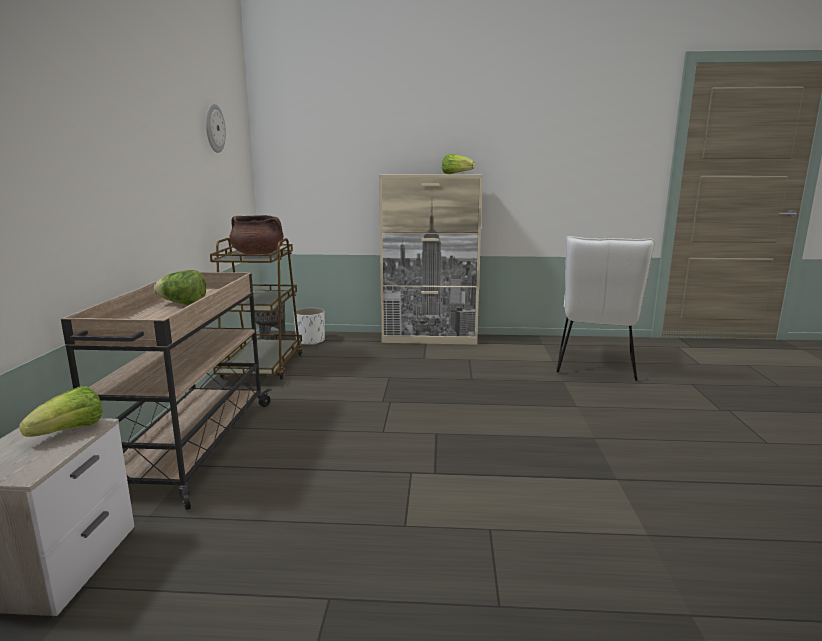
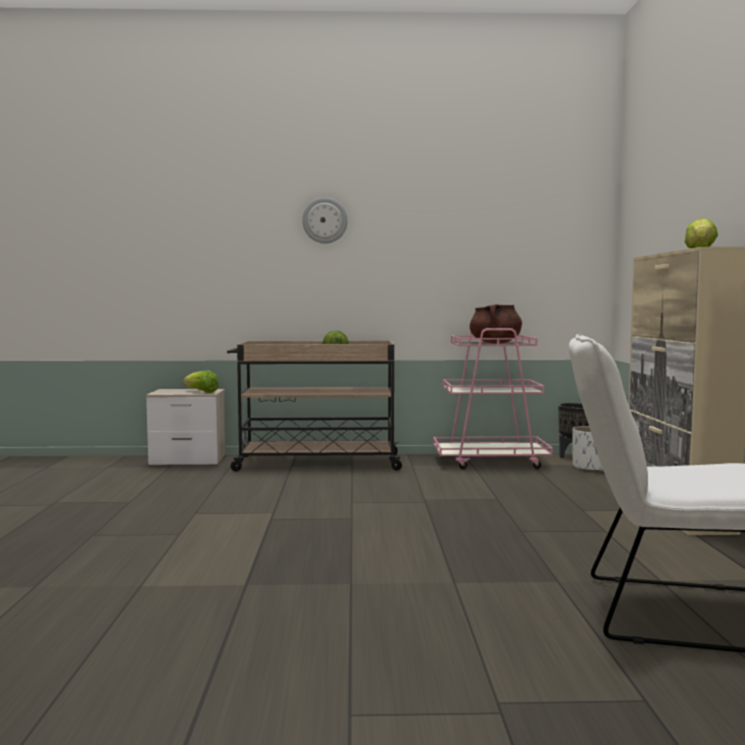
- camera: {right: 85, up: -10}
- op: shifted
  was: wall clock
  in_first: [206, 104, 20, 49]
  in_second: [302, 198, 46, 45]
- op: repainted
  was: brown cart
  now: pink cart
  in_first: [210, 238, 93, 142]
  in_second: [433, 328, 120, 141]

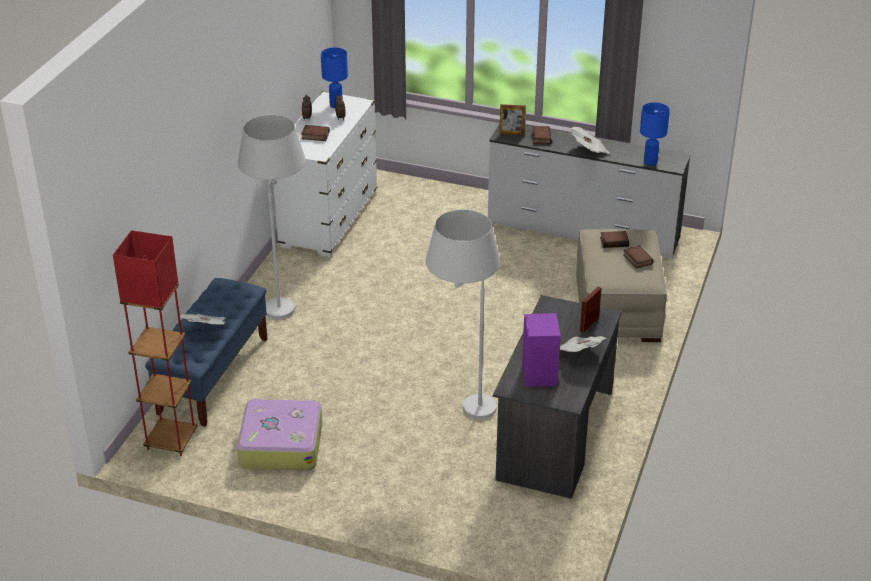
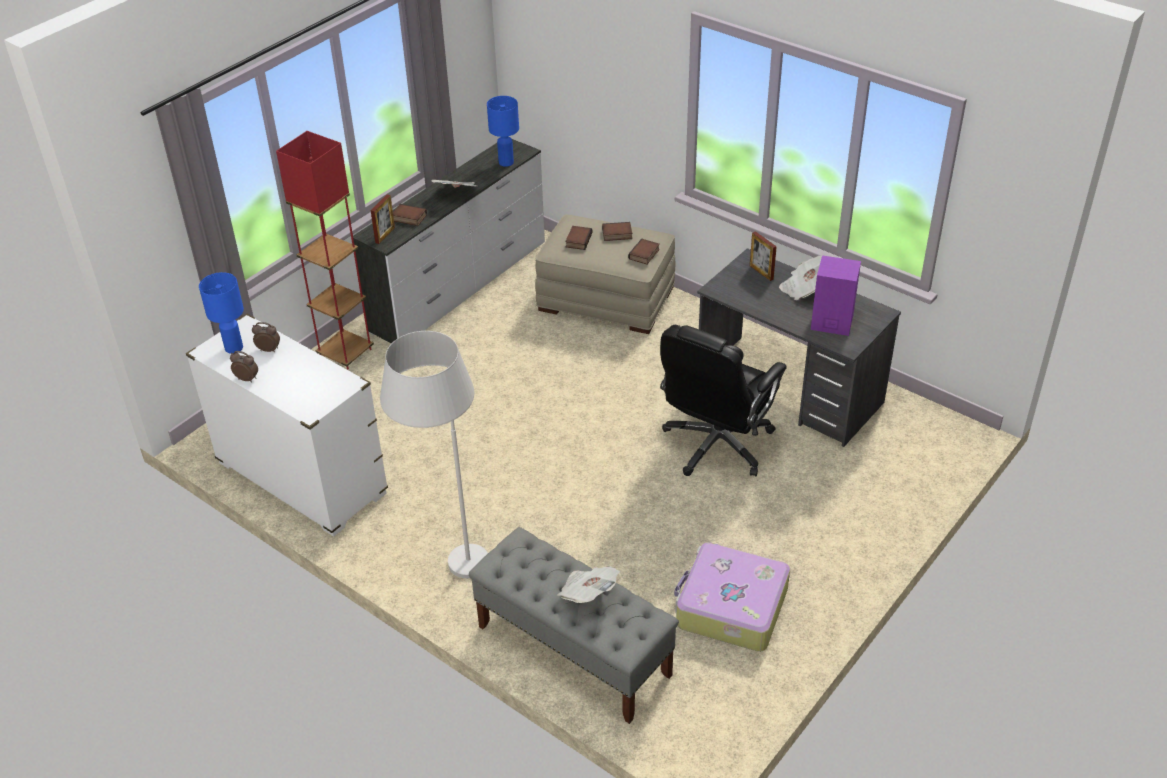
- camera: {right: -70, up: 5}
- op: shifted
  was: red floor lamp
  in_first: [113, 230, 84, 226]
  in_second: [276, 131, 98, 239]
- op: shifted
  was: book
  in_first: [301, 125, 29, 16]
  in_second: [628, 239, 32, 26]
- op: swapped
  was: white floor lamp
  now: black office chair
  in_first: [426, 210, 74, 209]
  in_second: [660, 325, 127, 151]
- op: repainted
  was: blue bench
  now: grey bench
  in_first: [145, 278, 122, 149]
  in_second: [469, 527, 210, 197]

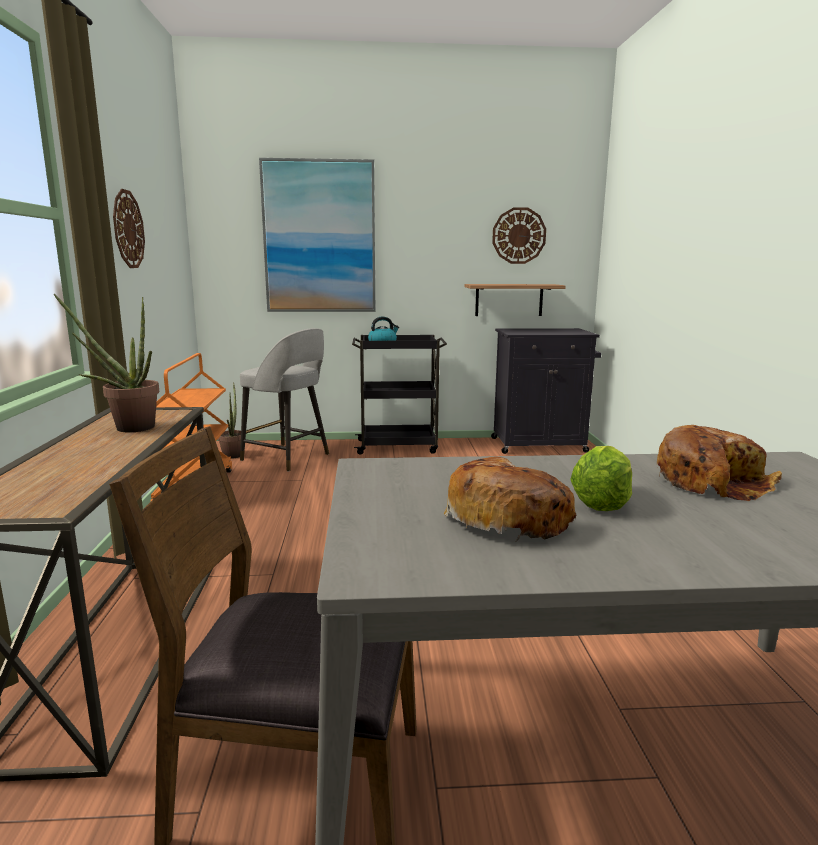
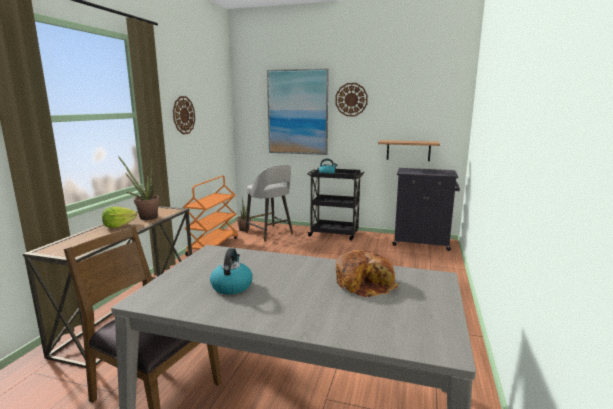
- camera: {right: 20, up: 0}
- op: shifted
  was: wall clock
  in_first: [492, 207, 54, 57]
  in_second: [335, 83, 33, 33]
- op: shifted
  was: lettuce
  in_first: [570, 446, 62, 65]
  in_second: [102, 206, 35, 22]
- op: swapped
  was: bread
  now: kettle
  in_first: [443, 457, 134, 84]
  in_second: [210, 248, 43, 47]

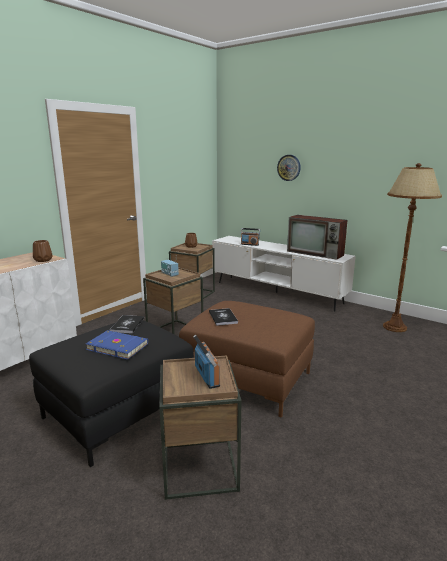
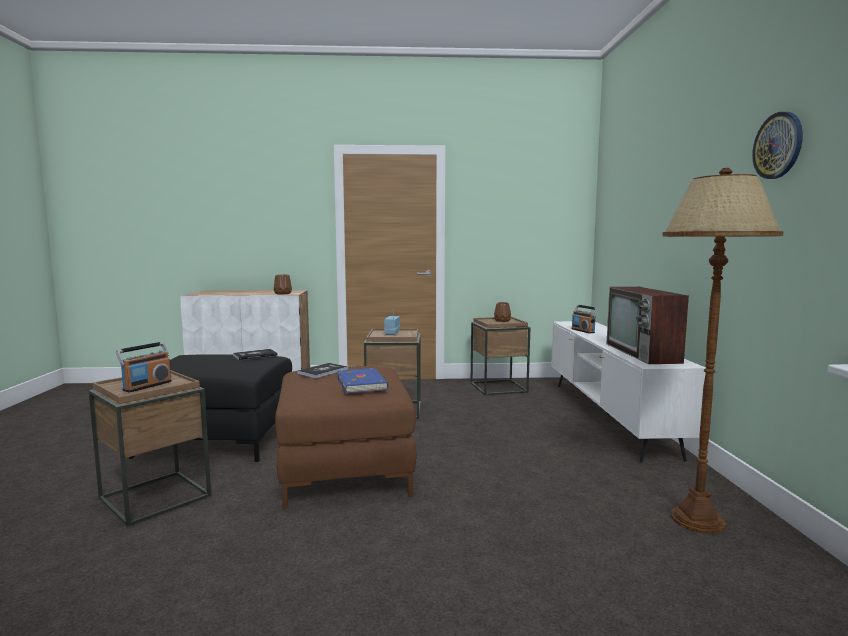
- camera: {right: 50, up: -10}
- op: shifted
  was: blue book
  in_first: [86, 330, 62, 30]
  in_second: [337, 368, 52, 25]
- op: shifted
  was: wall clock
  in_first: [277, 155, 24, 26]
  in_second: [752, 112, 51, 67]

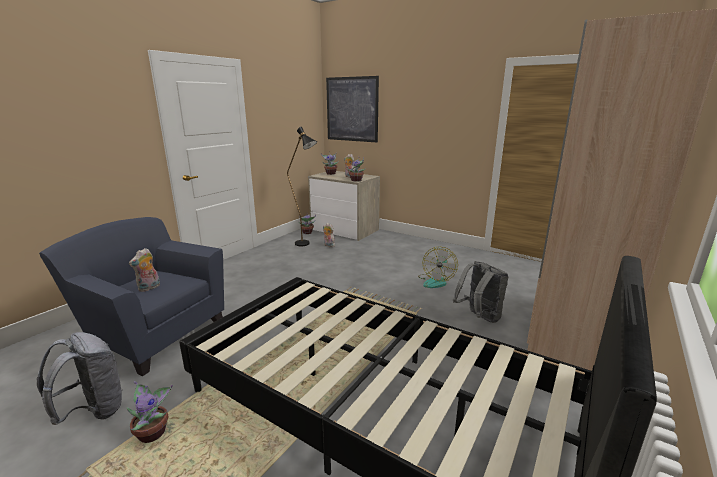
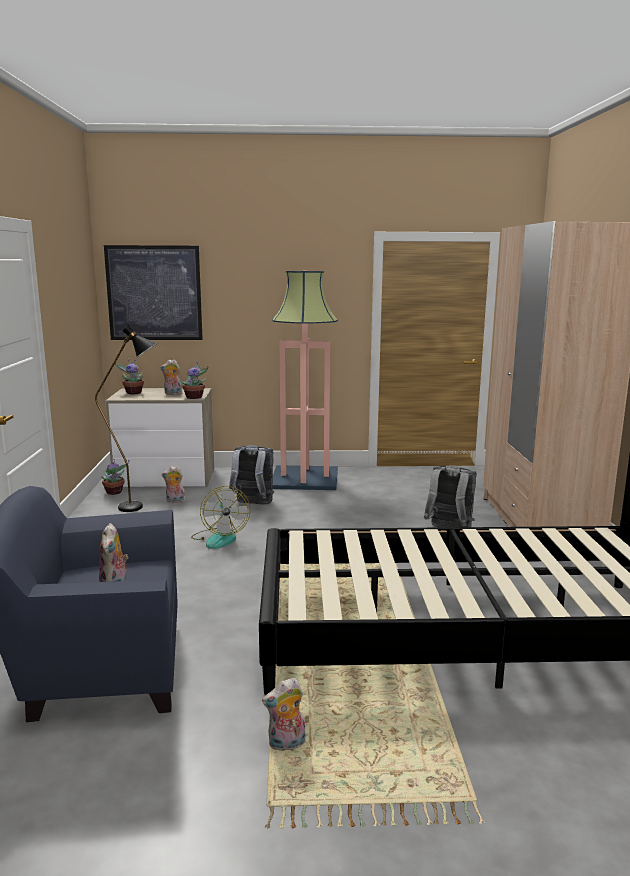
- camera: {right: -35, up: -5}
- op: new
  now: floor lamp
  in_second: [272, 270, 66, 220]
- op: shifted
  was: grey backpack
  in_first: [37, 332, 86, 93]
  in_second: [229, 445, 45, 60]
- op: shifted
  was: fan
  in_first: [418, 247, 40, 41]
  in_second: [191, 486, 59, 63]
- op: swapped
  was: potted plant
  now: plush toy
  in_first: [126, 381, 47, 62]
  in_second: [262, 678, 44, 73]

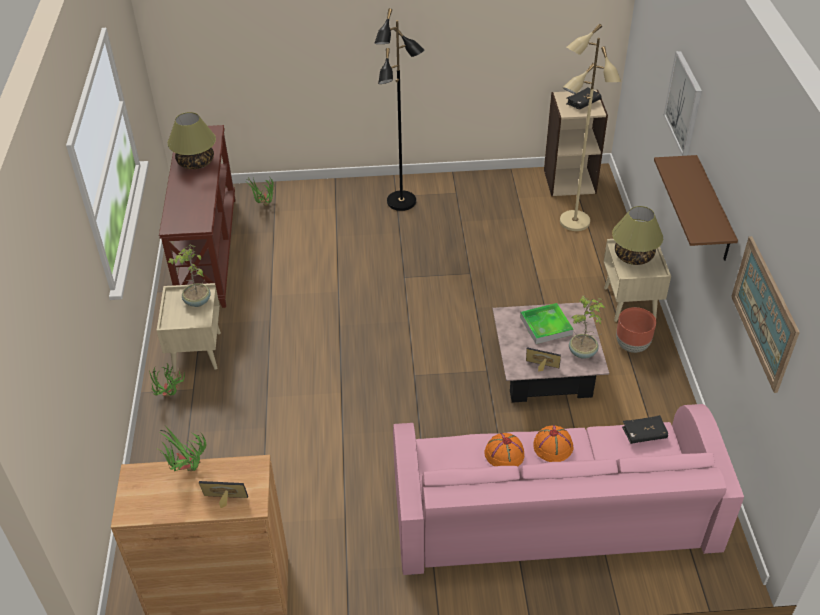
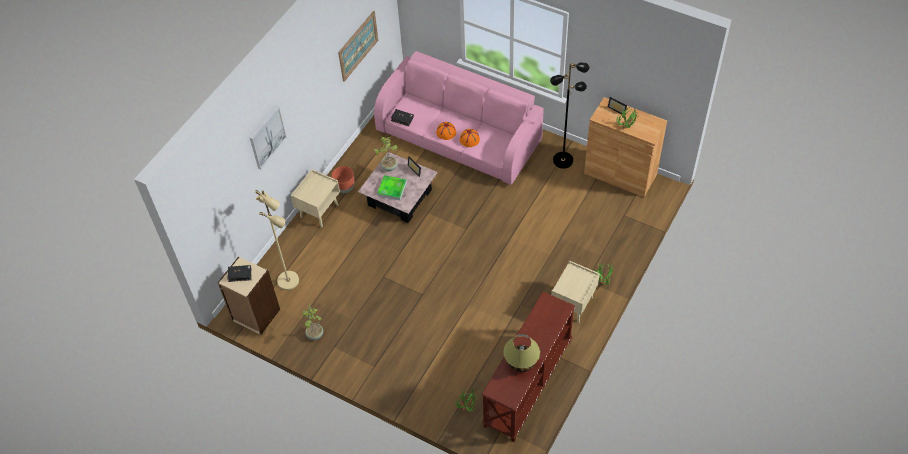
- camera: {right: -145, up: 10}
- op: gone
  was: table lamp
  in_first: [612, 206, 51, 59]
- op: gone
  was: brown shelf
  in_first: [654, 155, 84, 106]
- op: shifted
  was: potted plant
  in_first: [168, 244, 42, 63]
  in_second: [303, 304, 20, 36]
- op: shifted
  was: black floor lamp
  in_first: [374, 8, 50, 203]
  in_second: [550, 63, 39, 106]

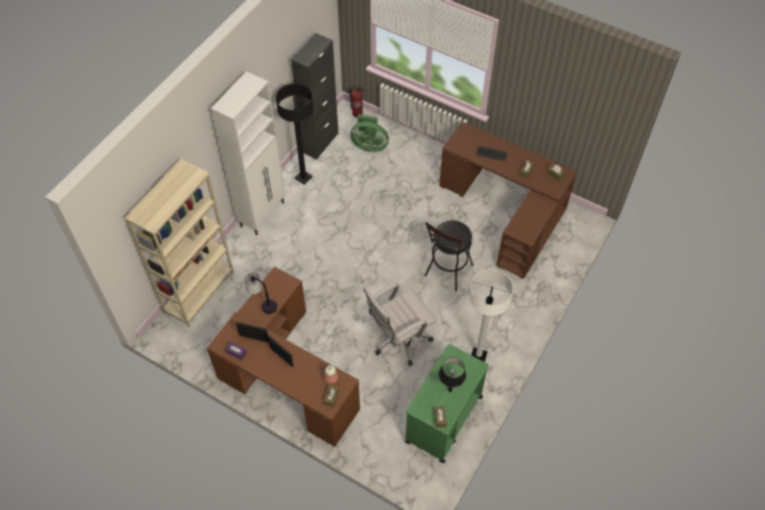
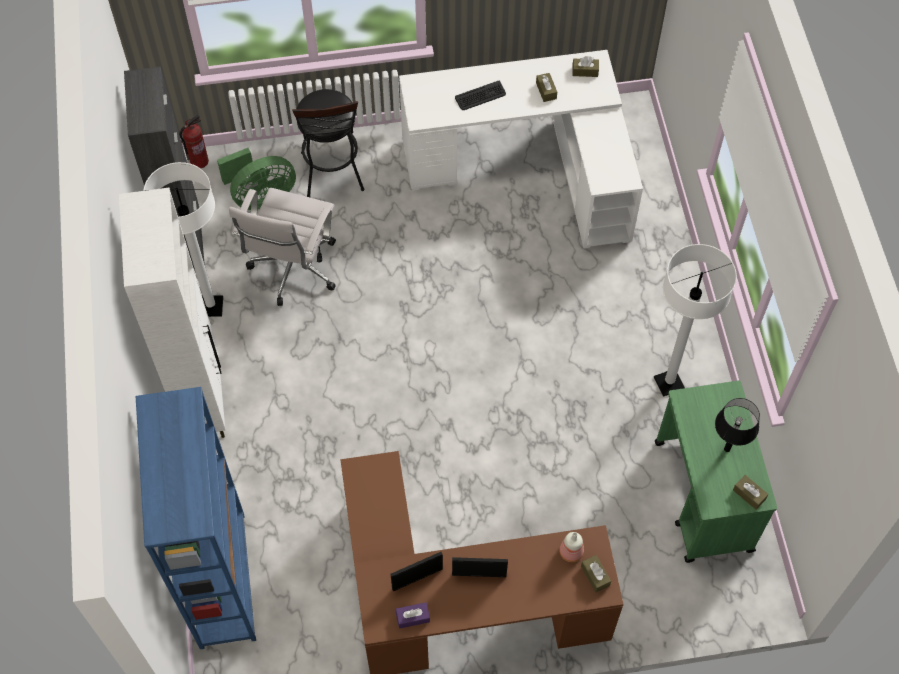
- camera: {right: -40, up: 5}
- op: gone
  was: table lamp
  in_first: [245, 273, 32, 41]
- op: shifted
  was: white office chair
  in_first: [363, 283, 74, 83]
  in_second: [229, 188, 107, 118]
- op: shifted
  was: black stool
  in_first: [425, 221, 48, 70]
  in_second: [292, 89, 72, 108]
- op: repainted
  was: beige bookcase
  now: blue bookcase
  in_first: [125, 159, 109, 168]
  in_second: [136, 387, 120, 262]
- op: repainted
  was: black floor lamp
  now: white floor lamp
  in_first: [276, 83, 38, 101]
  in_second: [143, 162, 80, 155]
- op: repainted
  was: brown desk
  now: white desk
  in_first: [439, 122, 138, 157]
  in_second: [399, 50, 244, 198]

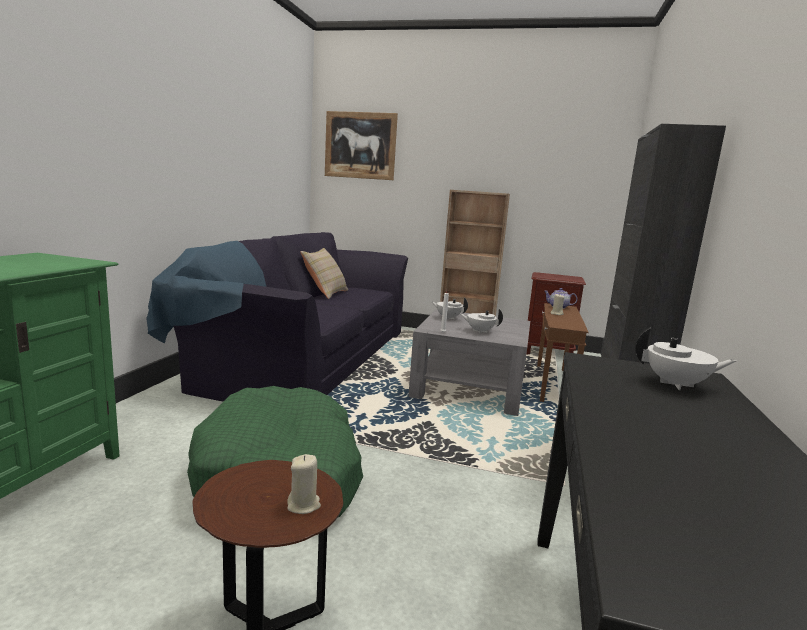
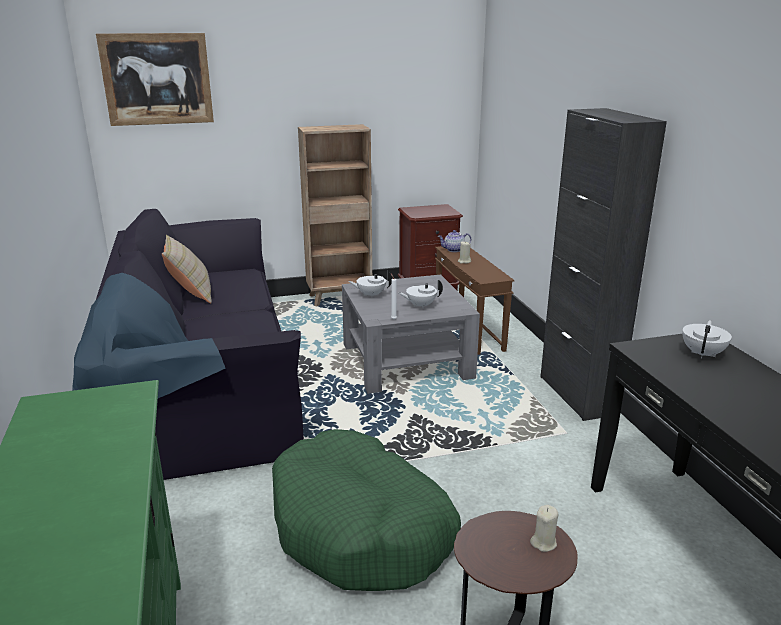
- camera: {right: -30, up: 10}
- op: rotated
  was: white teapot
  in_first: [635, 328, 101, 62]
  in_second: [682, 320, 50, 39]
  clockwise: -45

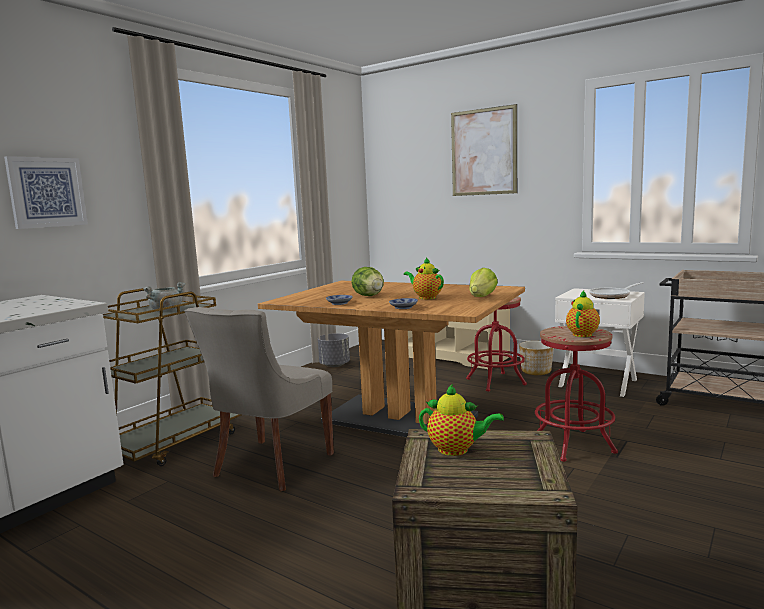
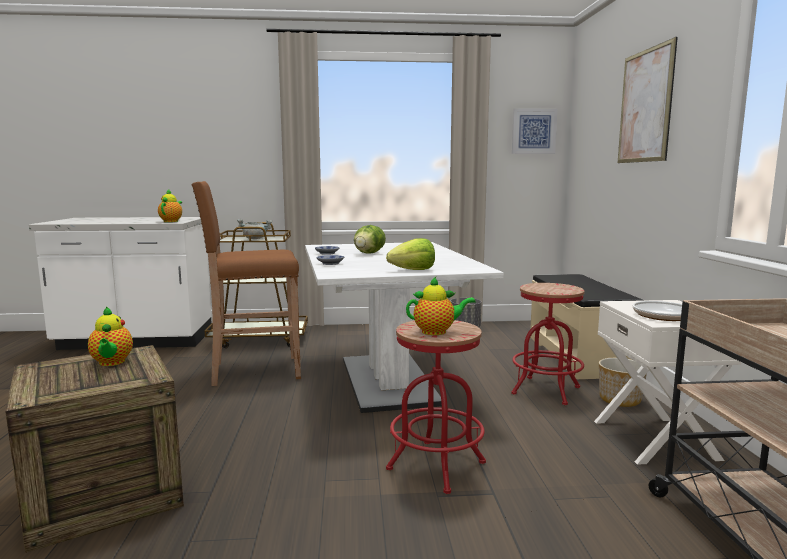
- camera: {right: 50, up: 0}
- op: shifted
  was: picture
  in_first: [4, 156, 84, 73]
  in_second: [512, 108, 45, 46]
- op: shifted
  was: teapot
  in_first: [404, 257, 40, 42]
  in_second: [158, 189, 24, 33]
- op: swapped
  was: grey chair
  now: brown stool
  in_first: [185, 307, 149, 184]
  in_second: [192, 181, 109, 205]
- op: repainted
  was: brown dining table
  now: white dining table
  in_first: [258, 281, 267, 157]
  in_second: [305, 242, 199, 171]

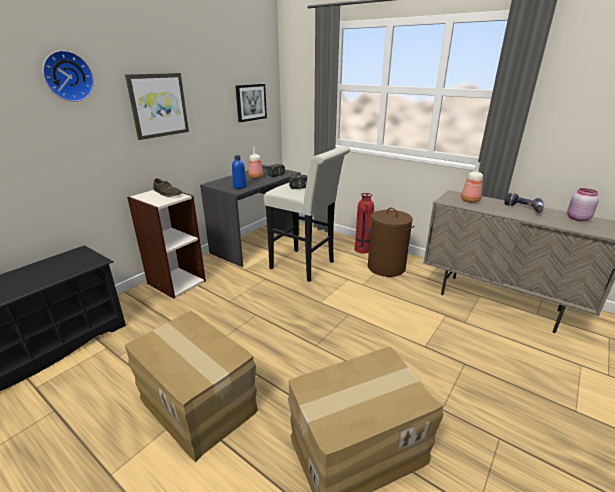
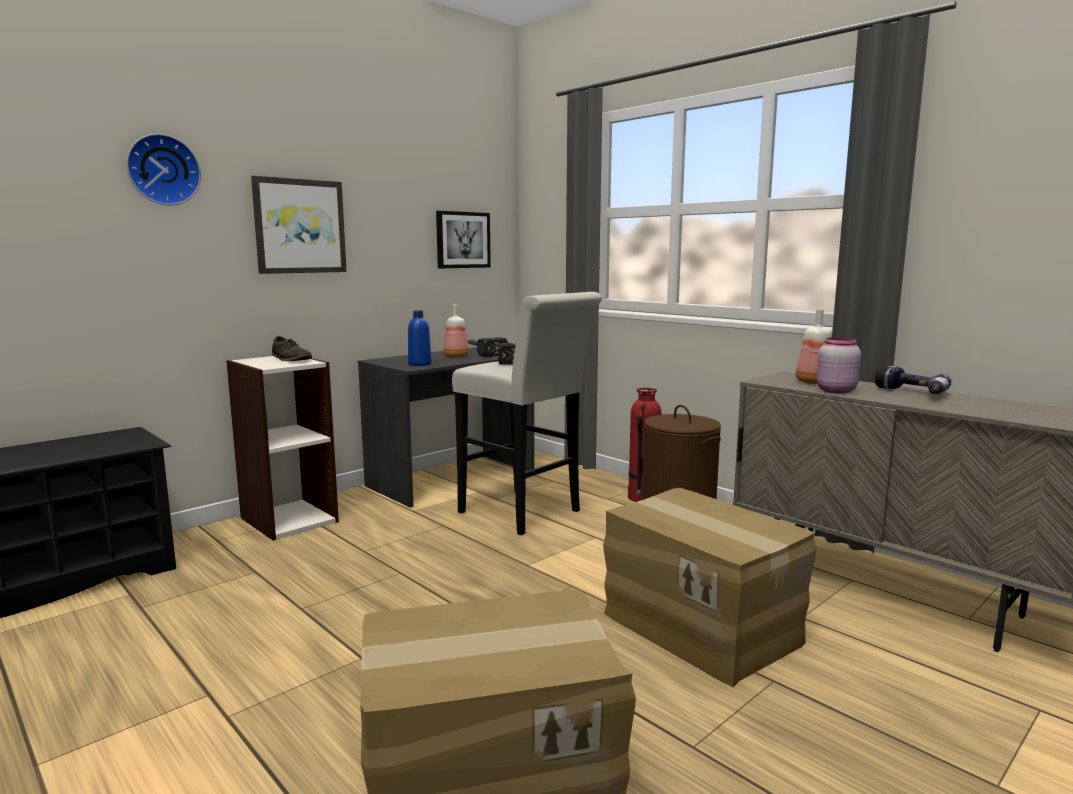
- camera: {right: 10, up: -15}
- op: shifted
  was: cardboard box
  in_first: [125, 311, 133, 151]
  in_second: [603, 488, 214, 199]
- op: shifted
  was: pink jar
  in_first: [567, 188, 32, 33]
  in_second: [816, 337, 45, 57]

